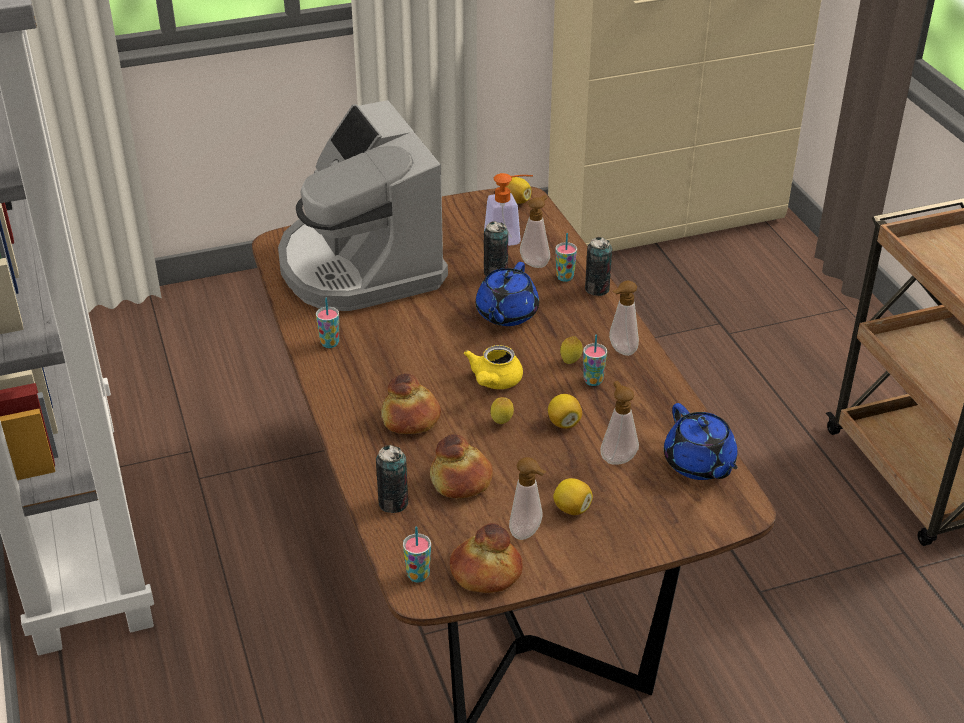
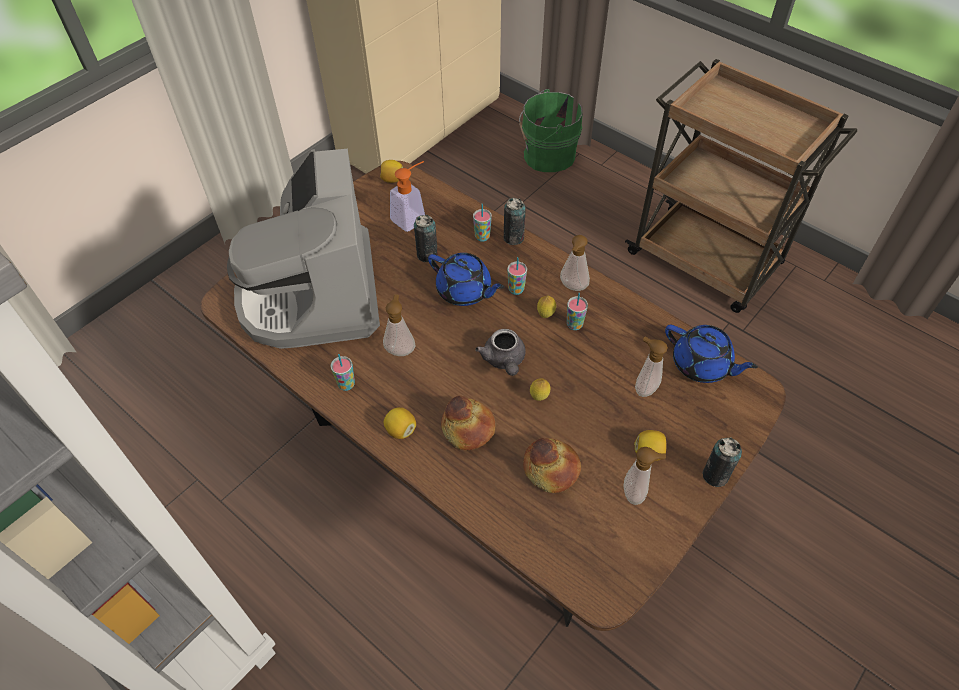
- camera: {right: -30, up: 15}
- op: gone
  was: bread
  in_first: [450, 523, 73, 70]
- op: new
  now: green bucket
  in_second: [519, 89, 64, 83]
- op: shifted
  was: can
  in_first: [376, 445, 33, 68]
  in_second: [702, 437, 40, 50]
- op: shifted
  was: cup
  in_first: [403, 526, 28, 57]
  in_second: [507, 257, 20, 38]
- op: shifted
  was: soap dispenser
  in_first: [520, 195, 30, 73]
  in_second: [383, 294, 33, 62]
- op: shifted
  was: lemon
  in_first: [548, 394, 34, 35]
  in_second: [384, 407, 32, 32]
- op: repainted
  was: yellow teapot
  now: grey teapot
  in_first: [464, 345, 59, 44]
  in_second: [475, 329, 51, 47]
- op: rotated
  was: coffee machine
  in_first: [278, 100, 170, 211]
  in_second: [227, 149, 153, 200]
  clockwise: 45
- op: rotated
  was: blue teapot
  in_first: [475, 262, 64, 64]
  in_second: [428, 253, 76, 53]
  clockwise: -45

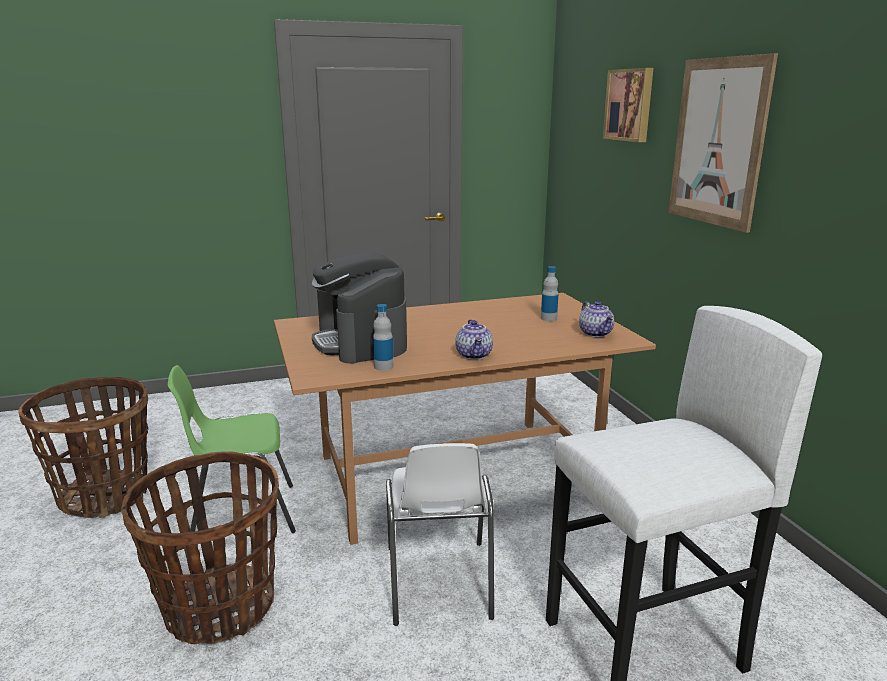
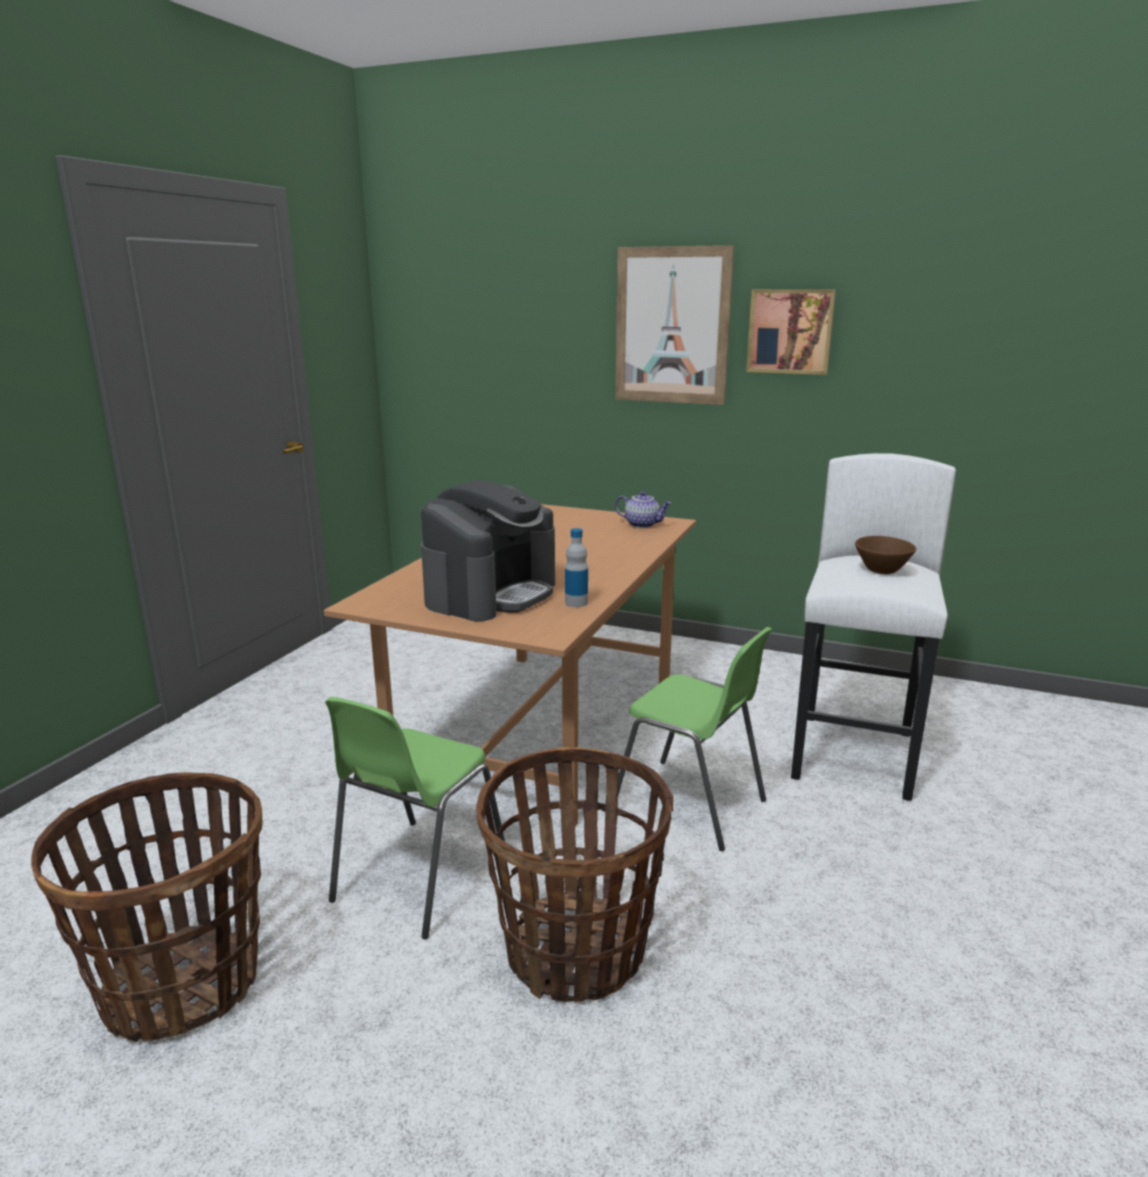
- camera: {right: -50, up: 0}
- op: gone
  was: teapot
  in_first: [455, 320, 38, 40]
- op: gone
  was: bottle
  in_first: [541, 266, 17, 55]
- op: new
  now: brown bowl
  in_second: [855, 536, 61, 38]
- op: shifted
  was: picture
  in_first: [603, 68, 50, 74]
  in_second: [746, 289, 90, 86]
- op: repainted
  was: white chair
  now: green chair
  in_first: [386, 443, 108, 183]
  in_second: [618, 627, 154, 224]
- op: rotated
  was: coffee machine
  in_first: [312, 252, 95, 112]
  in_second: [421, 480, 134, 141]
  clockwise: -75

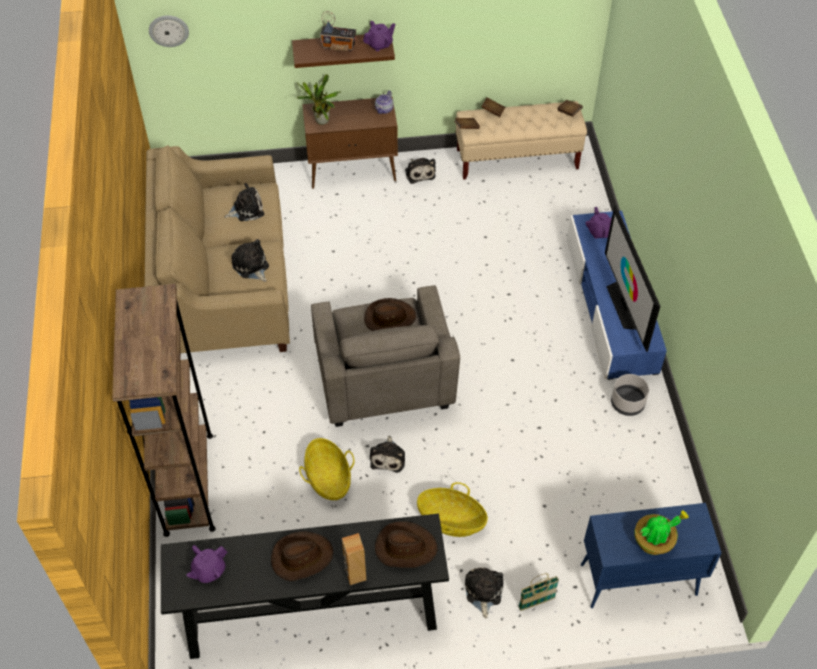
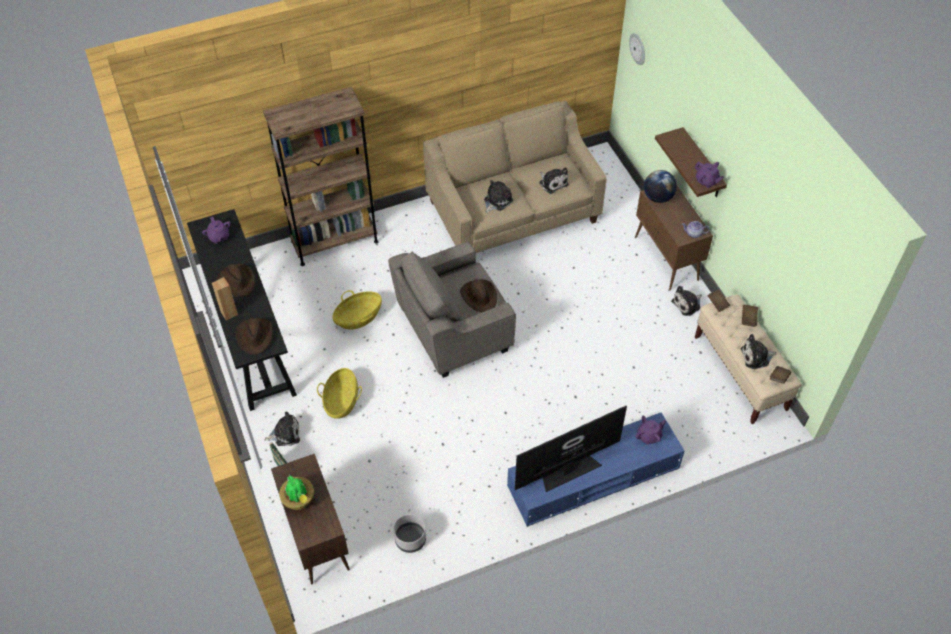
- camera: {right: 75, up: 0}
- op: gone
  was: radio
  in_first: [320, 11, 36, 42]
- op: shifted
  was: plush toy
  in_first: [370, 435, 35, 38]
  in_second: [741, 334, 36, 35]
- op: shifted
  was: grey planter
  in_first: [611, 374, 38, 42]
  in_second: [394, 514, 32, 39]
- op: swapped
  was: potted plant
  now: globe
  in_first: [297, 74, 44, 51]
  in_second: [644, 170, 33, 33]
- op: repainted
  was: blue cabinet
  now: brown cabinet
  in_first: [581, 503, 141, 105]
  in_second: [271, 454, 79, 130]
- op: rotated
  was: purple teapot
  in_first: [186, 545, 41, 38]
  in_second: [202, 217, 29, 27]
  clockwise: -150

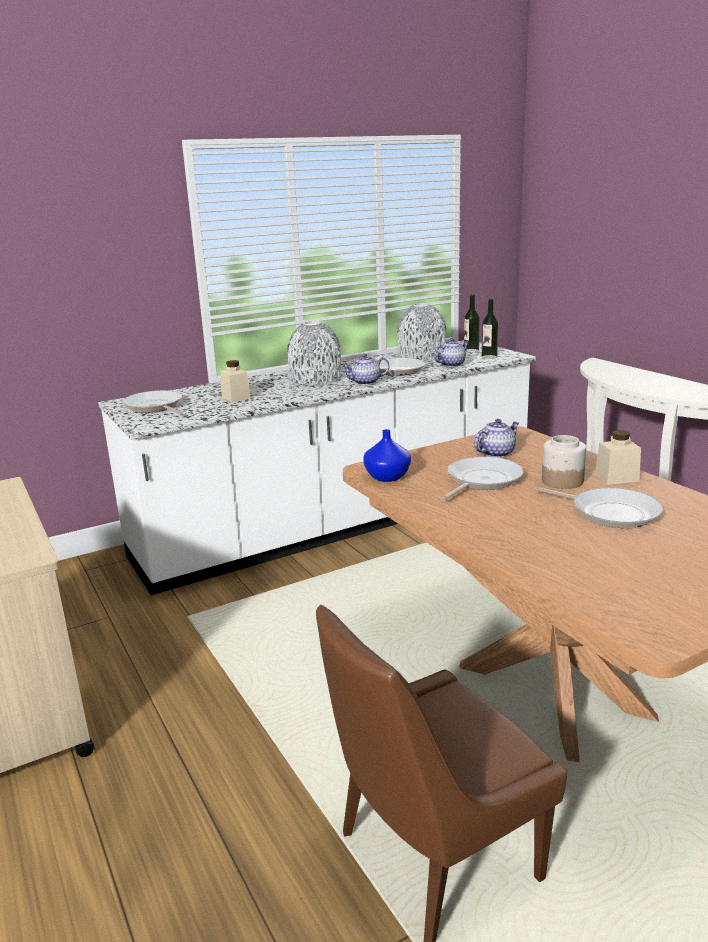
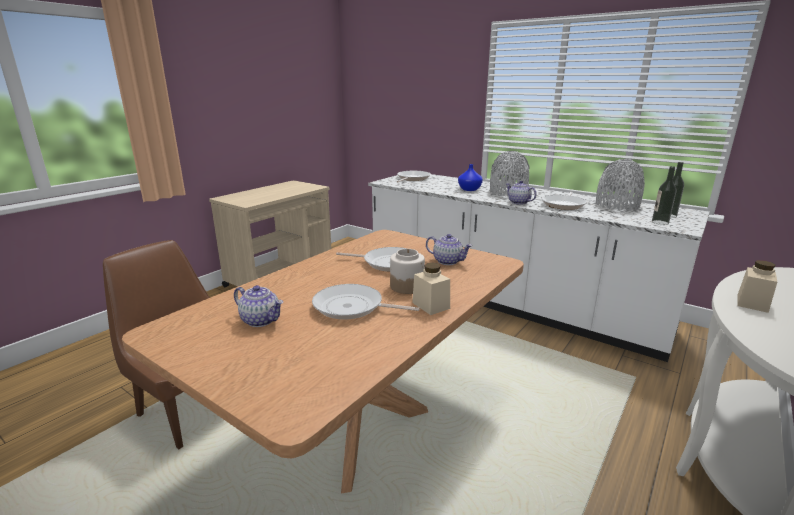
- camera: {right: 65, up: 0}
- op: shifted
  was: beige jar
  in_first: [220, 360, 31, 42]
  in_second: [737, 260, 40, 53]
- op: shifted
  was: blue vase
  in_first: [363, 429, 48, 53]
  in_second: [458, 164, 25, 27]
- op: shifted
  was: teapot
  in_first: [434, 338, 35, 29]
  in_second: [234, 285, 49, 42]
- op: rotated
  was: frying pan
  in_first: [534, 487, 129, 41]
  in_second: [312, 284, 107, 35]
  clockwise: 90

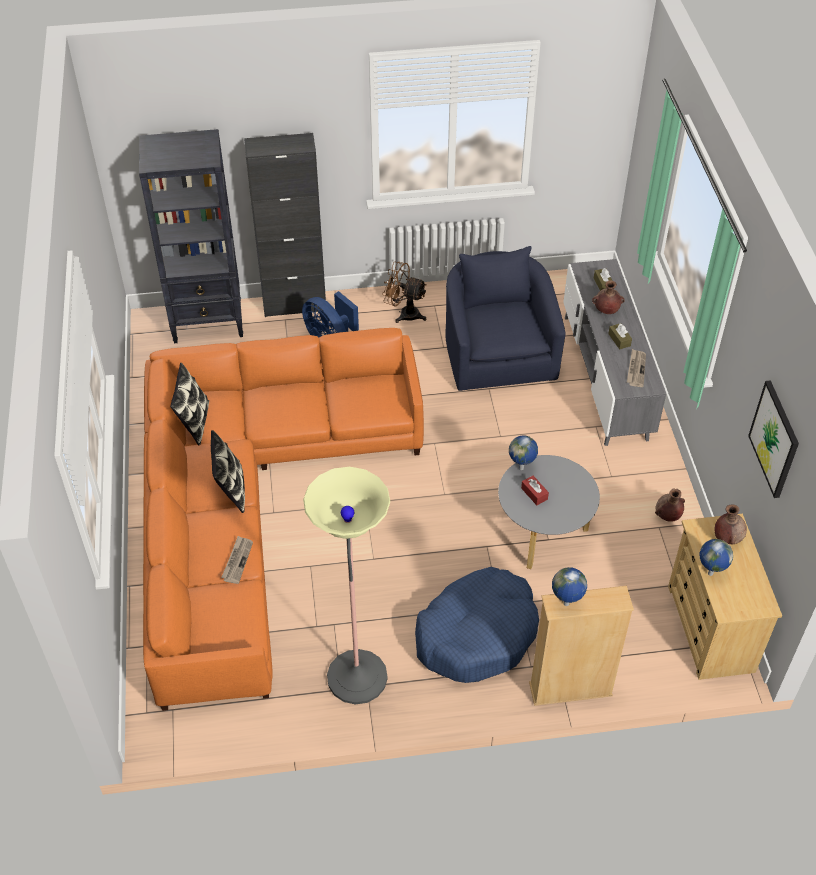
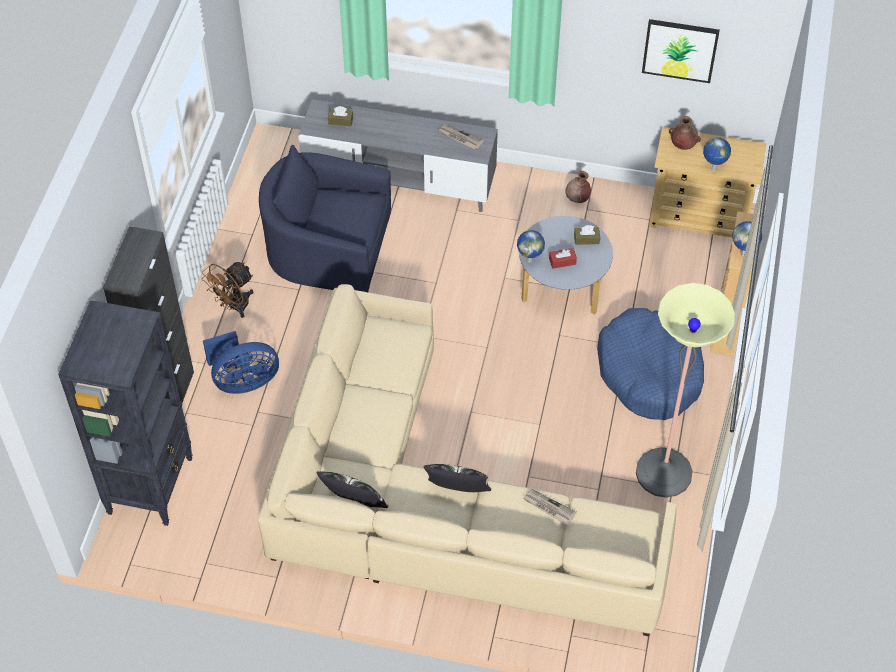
- camera: {right: -70, up: 5}
- op: gone
  was: brown vase
  in_first: [592, 280, 33, 34]
- op: shifted
  was: brown tissue box
  in_first: [608, 323, 24, 26]
  in_second: [574, 225, 26, 20]
- op: repainted
  was: orange sofa
  now: beige sofa
  in_first: [143, 328, 281, 383]
  in_second: [258, 284, 418, 352]

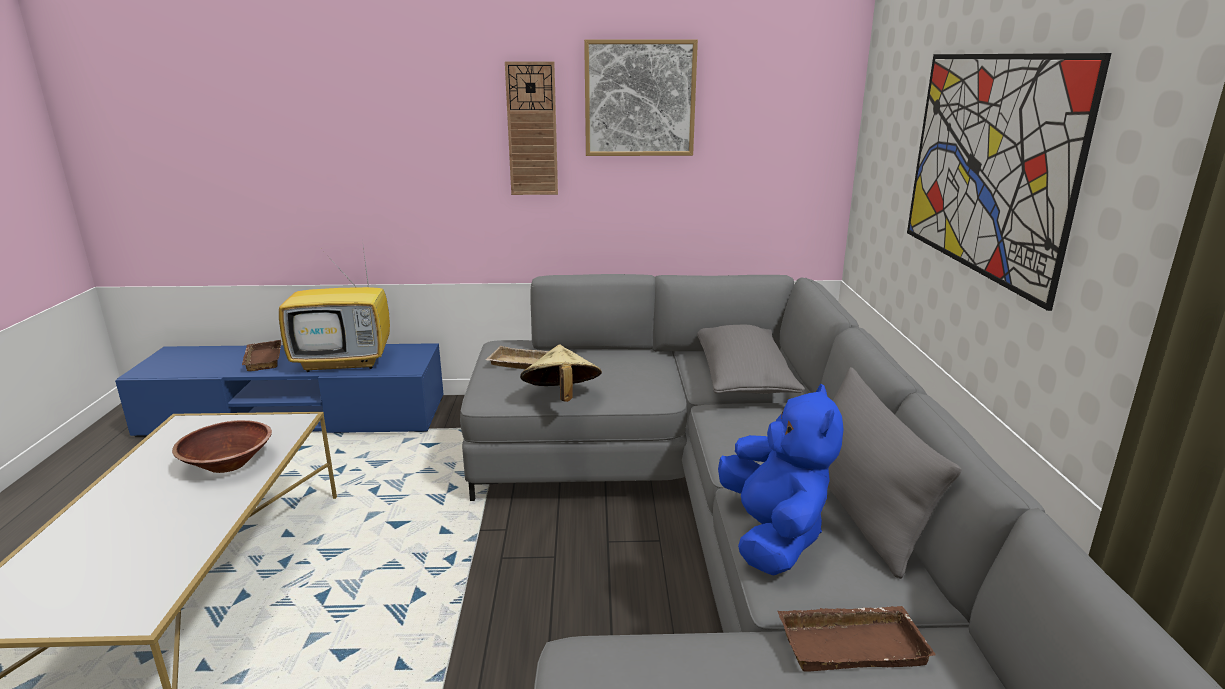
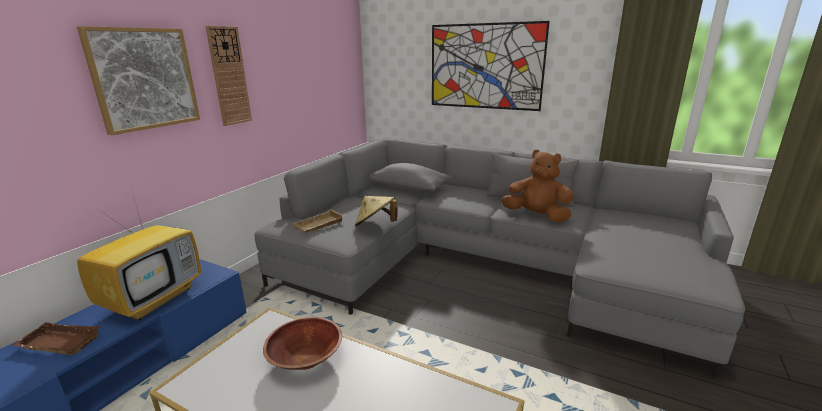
- camera: {right: -60, up: 0}
- op: gone
  was: brown tray
  in_first: [777, 606, 159, 65]
- op: shifted
  was: picture
  in_first: [584, 39, 114, 117]
  in_second: [77, 26, 123, 110]
- op: repainted
  was: blue plush toy
  now: brown plush toy
  in_first: [718, 384, 126, 192]
  in_second: [501, 150, 73, 72]

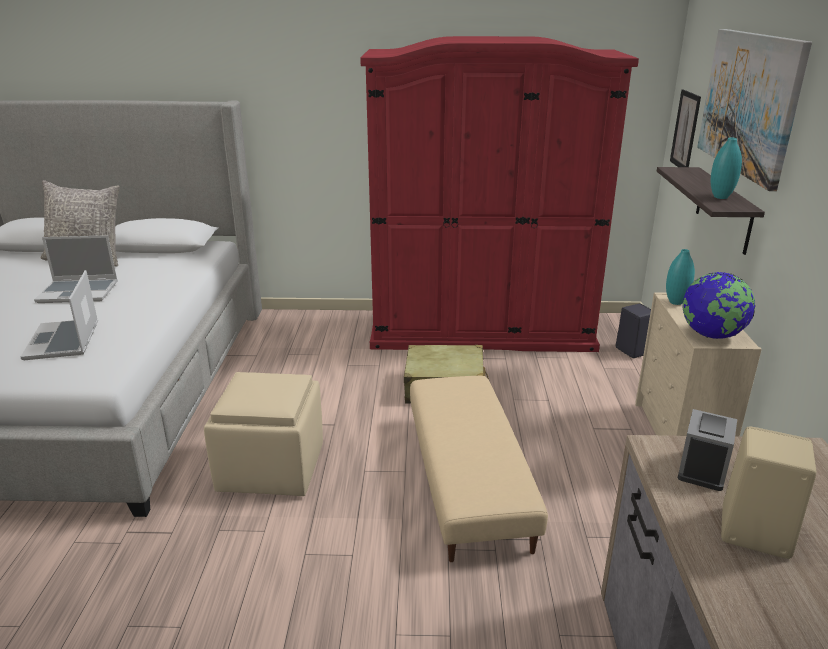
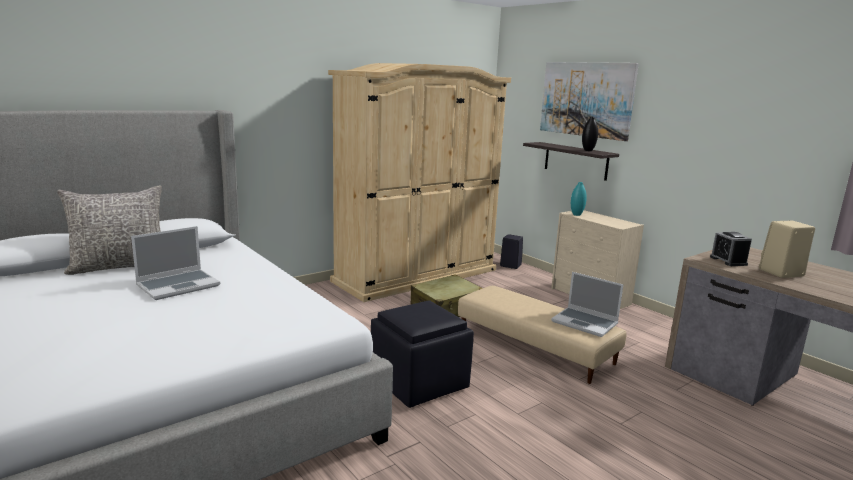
- camera: {right: -40, up: -10}
- op: gone
  was: picture
  in_first: [670, 89, 31, 78]
- op: gone
  was: globe
  in_first: [682, 272, 73, 67]
- op: shifted
  was: laptop
  in_first: [21, 270, 77, 90]
  in_second: [551, 272, 72, 65]
- op: repainted
  was: beige ottoman
  now: black ottoman
  in_first: [204, 372, 119, 124]
  in_second: [371, 301, 103, 107]
- op: repainted
  was: red wardrobe
  now: beige wardrobe
  in_first: [360, 36, 279, 316]
  in_second: [328, 63, 183, 239]
- op: repainted
  was: turquoise vase
  now: black vase
  in_first: [711, 137, 31, 62]
  in_second: [582, 117, 16, 34]

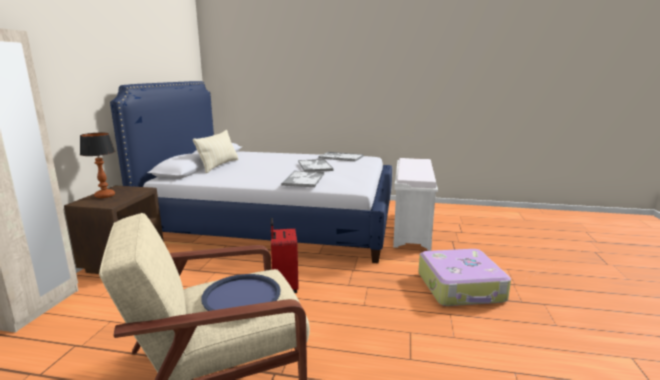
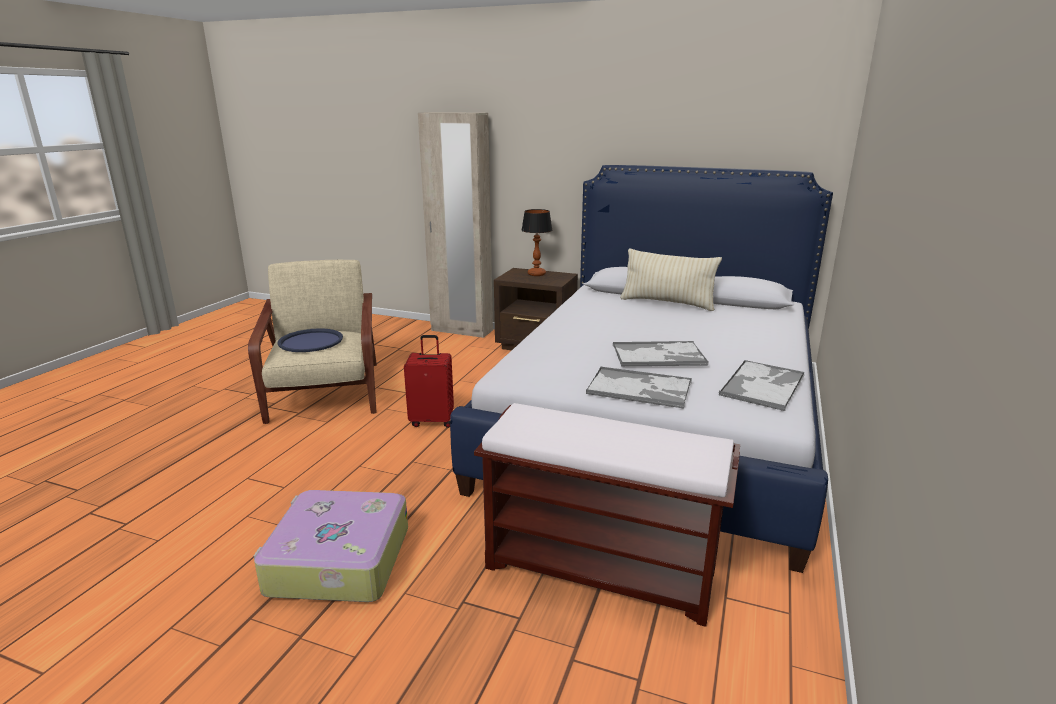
- camera: {right: 100, up: 5}
- op: shifted
  was: tray
  in_first: [281, 170, 44, 17]
  in_second: [586, 367, 106, 41]
- op: repainted
  was: white bench
  now: brown bench
  in_first: [393, 158, 45, 92]
  in_second: [474, 403, 266, 224]

